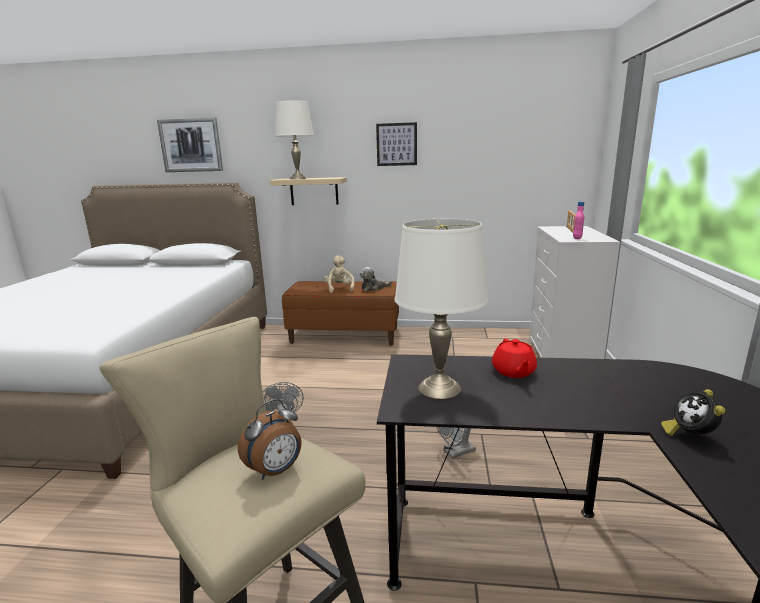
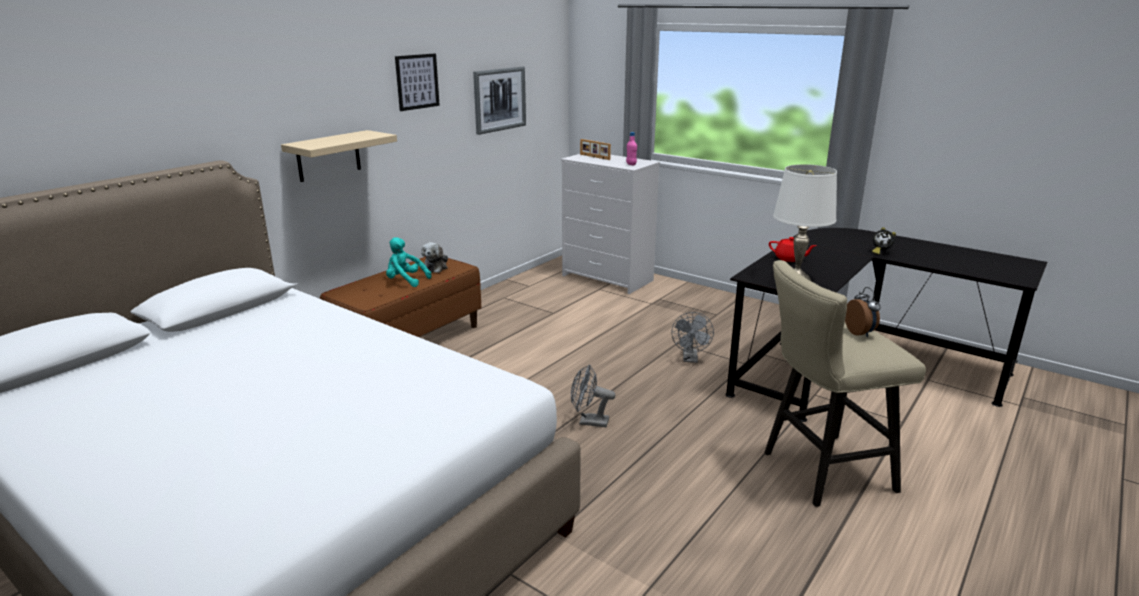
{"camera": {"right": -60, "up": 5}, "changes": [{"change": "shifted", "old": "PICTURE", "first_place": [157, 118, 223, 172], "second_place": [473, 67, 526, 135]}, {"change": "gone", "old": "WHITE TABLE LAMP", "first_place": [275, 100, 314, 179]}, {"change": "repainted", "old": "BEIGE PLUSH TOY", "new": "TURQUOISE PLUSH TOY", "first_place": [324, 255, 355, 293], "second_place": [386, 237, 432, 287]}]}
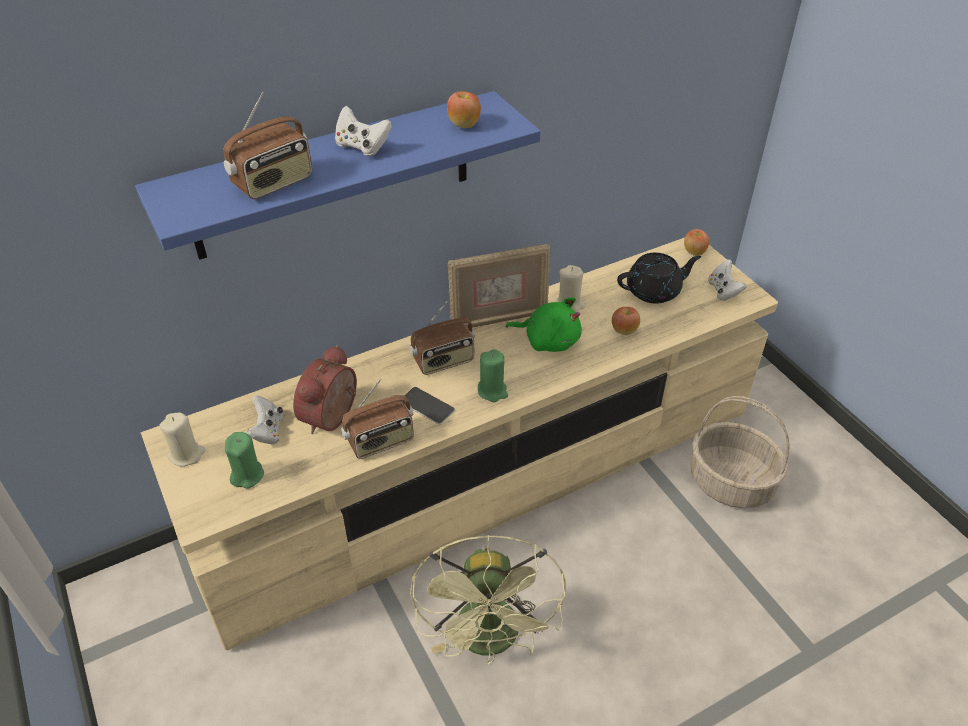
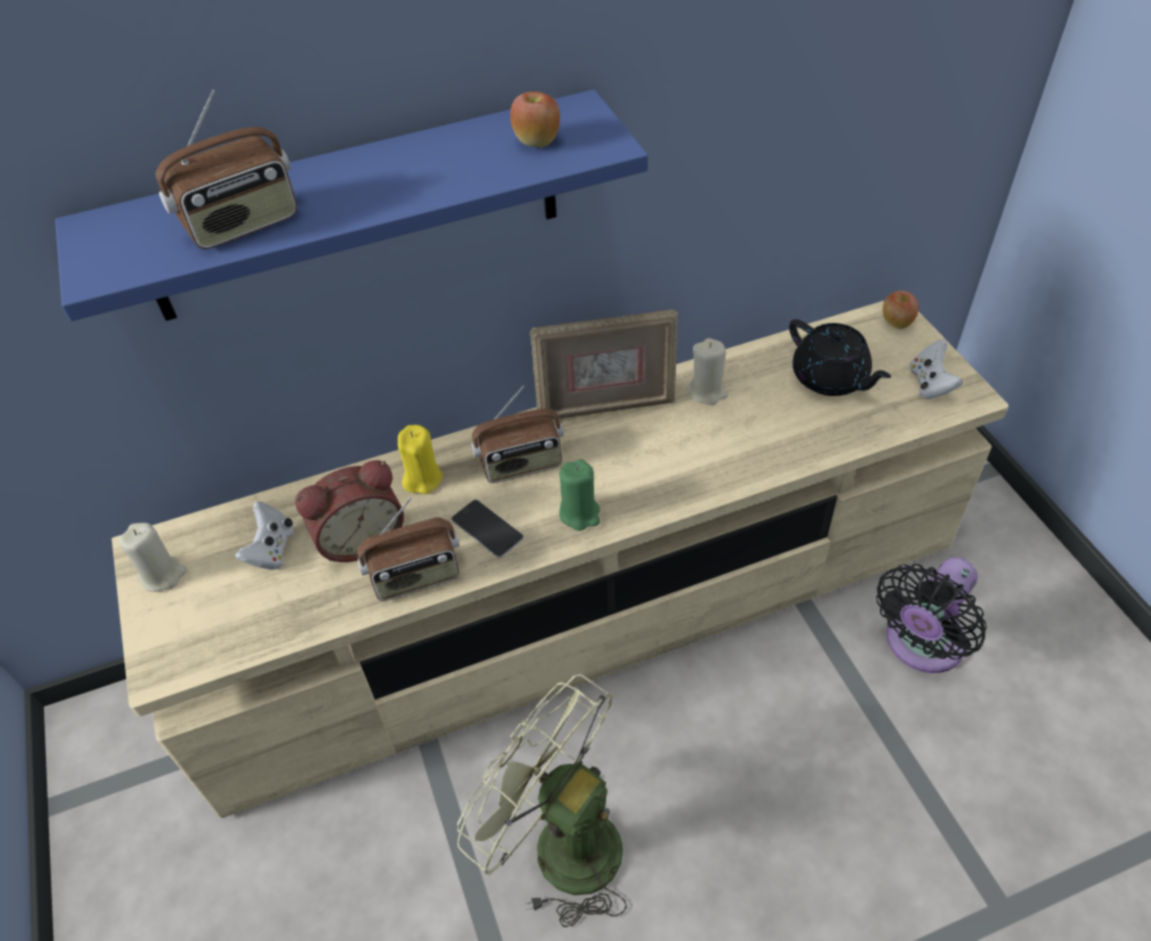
{"camera": {"right": 10, "up": 5}, "changes": [{"change": "gone", "old": "GREEN CANDLE", "first_place": [225, 432, 264, 489]}, {"change": "rotated", "old": "ALARM CLOCK", "first_place": [293, 345, 357, 434], "second_place": [295, 460, 404, 562], "degrees": -150}, {"change": "gone", "old": "WHITE GAME CONTROLLER", "first_place": [335, 106, 392, 156]}, {"change": "rotated", "old": "GREEN FAN", "first_place": [410, 535, 566, 664], "second_place": [457, 674, 627, 927], "degrees": 120}, {"change": "gone", "old": "GREEN PLUSH TOY", "first_place": [506, 297, 582, 352]}, {"change": "gone", "old": "APPLE", "first_place": [612, 307, 640, 335]}, {"change": "rotated", "old": "BLACK TEAPOT", "first_place": [617, 253, 701, 304], "second_place": [789, 319, 891, 396], "degrees": 60}, {"change": "swapped", "old": "BASKET", "new": "BLACK FAN", "first_place": [690, 396, 790, 508], "second_place": [876, 557, 987, 673]}, {"change": "new", "new": "YELLOW CANDLE", "second_place": [398, 425, 443, 494]}]}
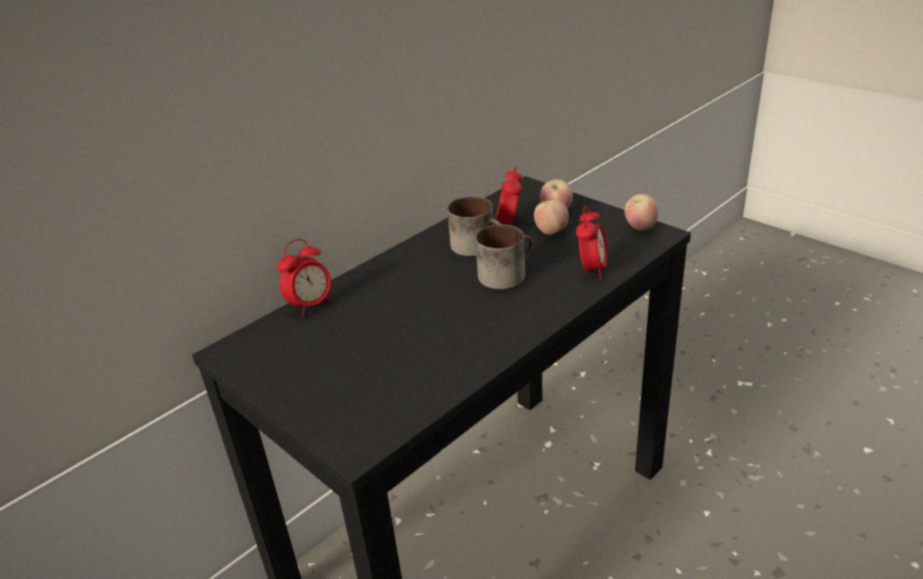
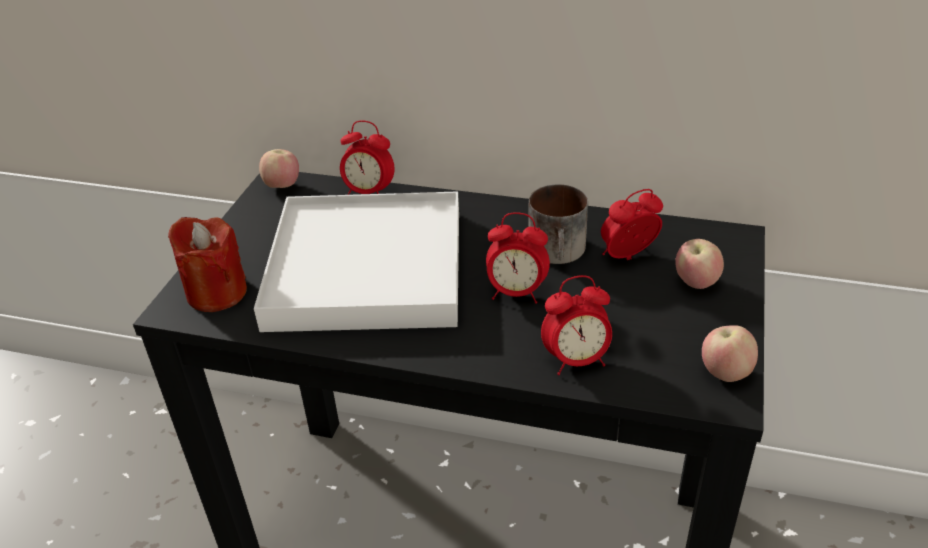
{"camera": {"right": 60, "up": 5}, "changes": [{"change": "swapped", "old": "MUG", "new": "ALARM CLOCK", "first_place": [476, 224, 533, 289], "second_place": [486, 212, 550, 304]}, {"change": "shifted", "old": "APPLE", "first_place": [534, 200, 569, 235], "second_place": [259, 149, 299, 188]}, {"change": "new", "new": "RED CANDLE", "second_place": [168, 217, 247, 312]}, {"change": "new", "new": "WHITE TRAY", "second_place": [254, 191, 459, 332]}]}
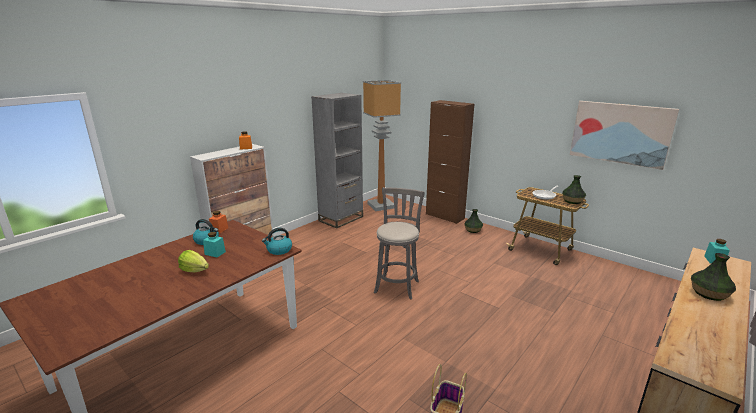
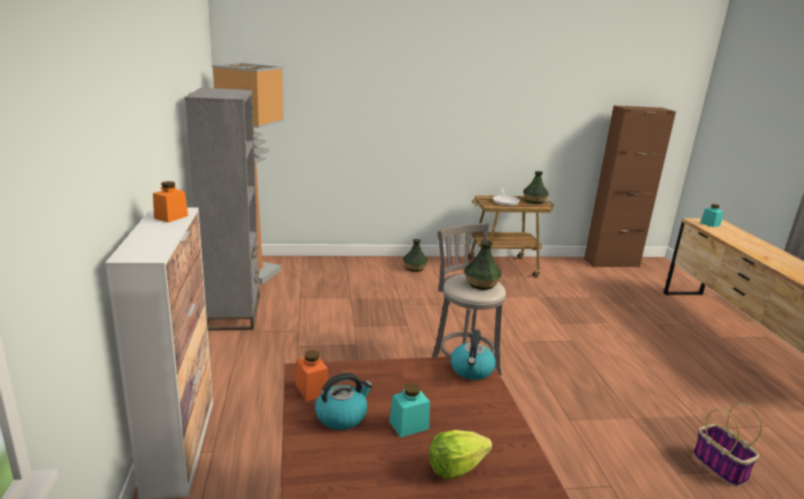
{"camera": {"right": -50, "up": 0}, "changes": [{"change": "shifted", "old": "BROWN CABINET", "first_place": [426, 100, 474, 224], "second_place": [584, 105, 676, 268]}, {"change": "gone", "old": "PICTURE", "first_place": [570, 101, 679, 170]}, {"change": "shifted", "old": "VASE", "first_place": [691, 253, 736, 301], "second_place": [464, 241, 502, 290]}]}
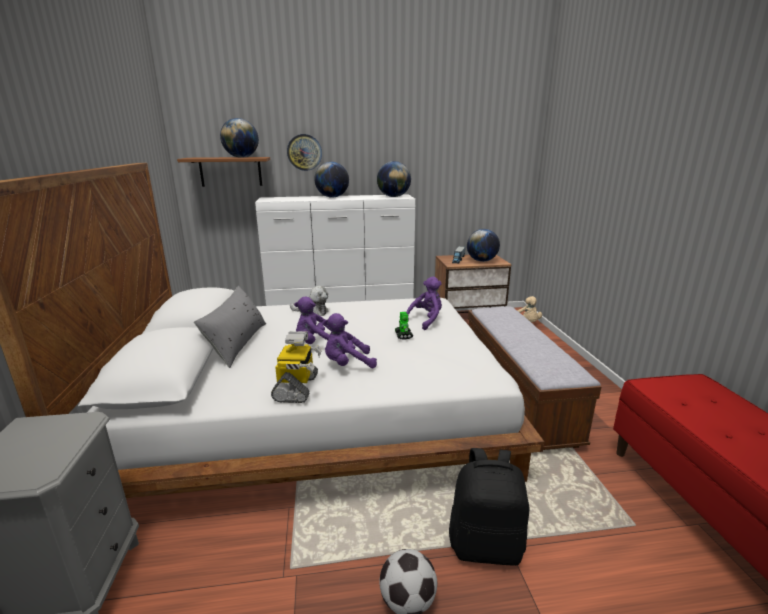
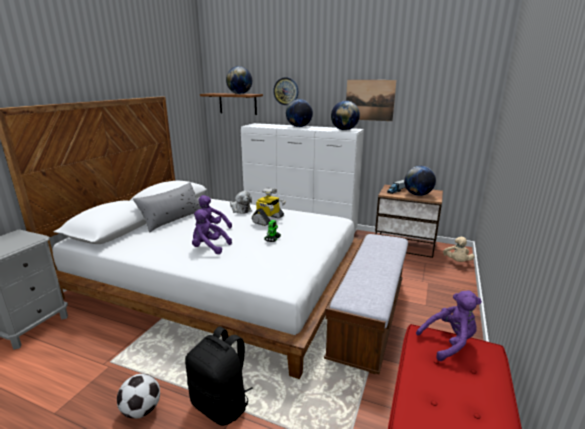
{"camera": {"right": 30, "up": 0}, "changes": [{"change": "shifted", "old": "TOY ROBOT", "first_place": [271, 331, 322, 403], "second_place": [251, 187, 286, 226]}, {"change": "shifted", "old": "PURPLE PLUSH TOY", "first_place": [406, 277, 442, 330], "second_place": [416, 290, 482, 361]}, {"change": "new", "new": "PICTURE", "second_place": [346, 80, 396, 121]}]}
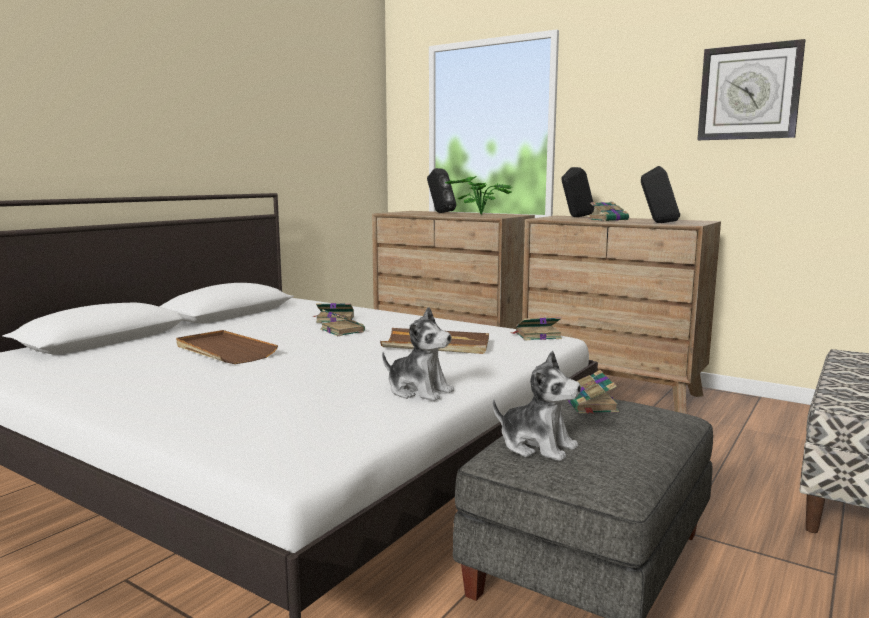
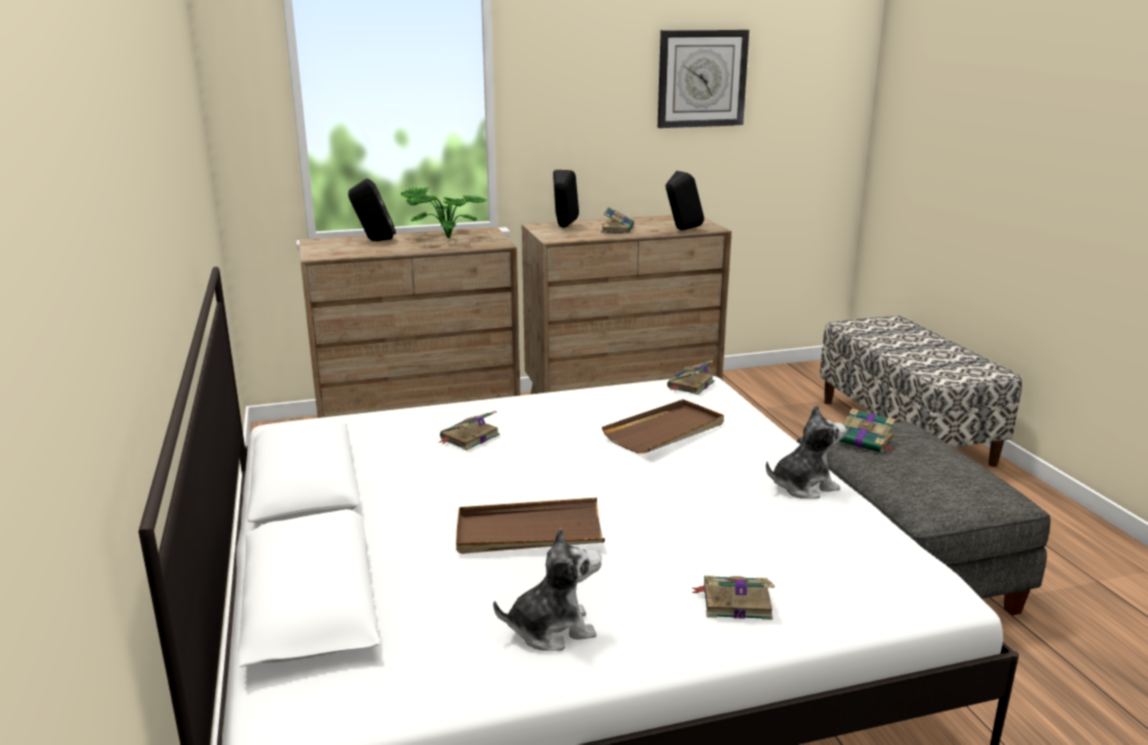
{"camera": {"right": -50, "up": 10}, "changes": [{"change": "shifted", "old": "BOOK", "first_place": [320, 309, 365, 336], "second_place": [692, 575, 775, 620]}, {"change": "shifted", "old": "PLUSH TOY", "first_place": [493, 351, 581, 461], "second_place": [493, 527, 601, 651]}]}
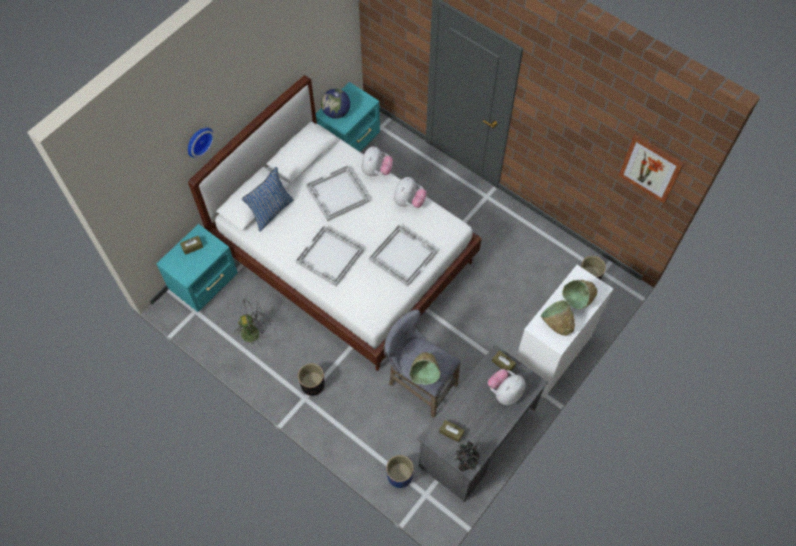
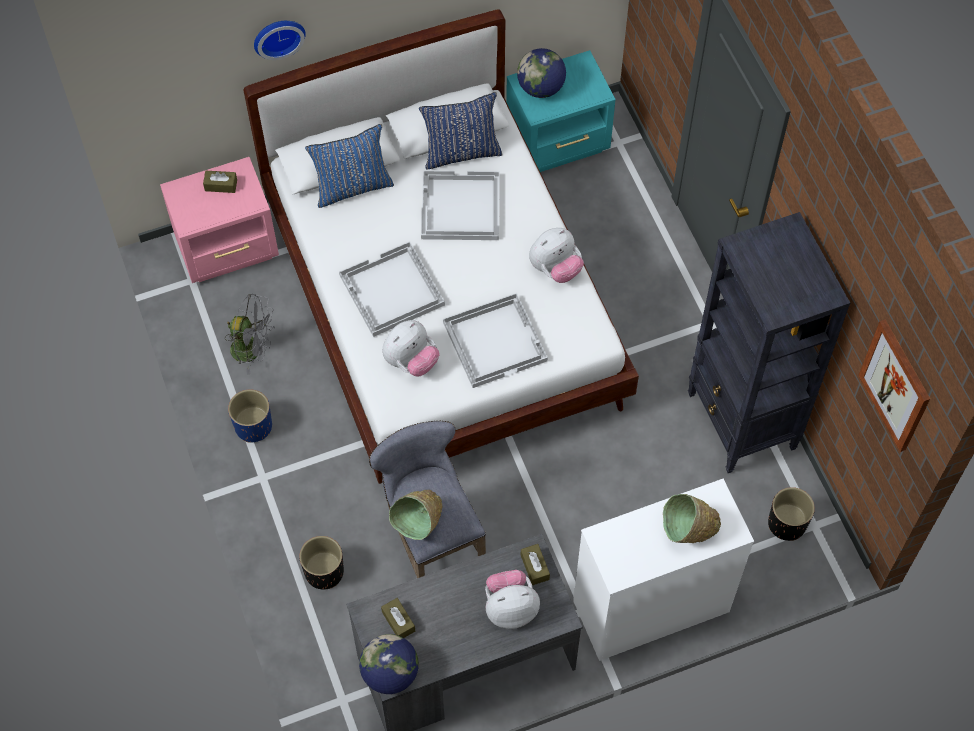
{"camera": {"right": 30, "up": 0}, "changes": [{"change": "repainted", "old": "TURQUOISE NIGHTSTAND", "new": "PINK NIGHTSTAND", "first_place": [156, 224, 238, 312], "second_place": [160, 157, 279, 283]}, {"change": "shifted", "old": "BLACK PLANTER", "first_place": [298, 363, 325, 396], "second_place": [299, 536, 344, 589]}, {"change": "shifted", "old": "PLUSH TOY", "first_place": [362, 146, 393, 176], "second_place": [382, 320, 440, 377]}, {"change": "shifted", "old": "BLUE PLANTER", "first_place": [386, 455, 414, 488], "second_place": [228, 389, 272, 443]}, {"change": "swapped", "old": "POTTED PLANT", "new": "GLOBE", "first_place": [455, 440, 480, 471], "second_place": [359, 634, 419, 694]}, {"change": "gone", "old": "GREEN BOWL", "first_place": [541, 300, 575, 336]}, {"change": "new", "new": "BLUE PILLOW", "second_place": [419, 92, 503, 169]}, {"change": "new", "new": "BLACK BOOKCASE", "second_place": [688, 212, 850, 473]}]}
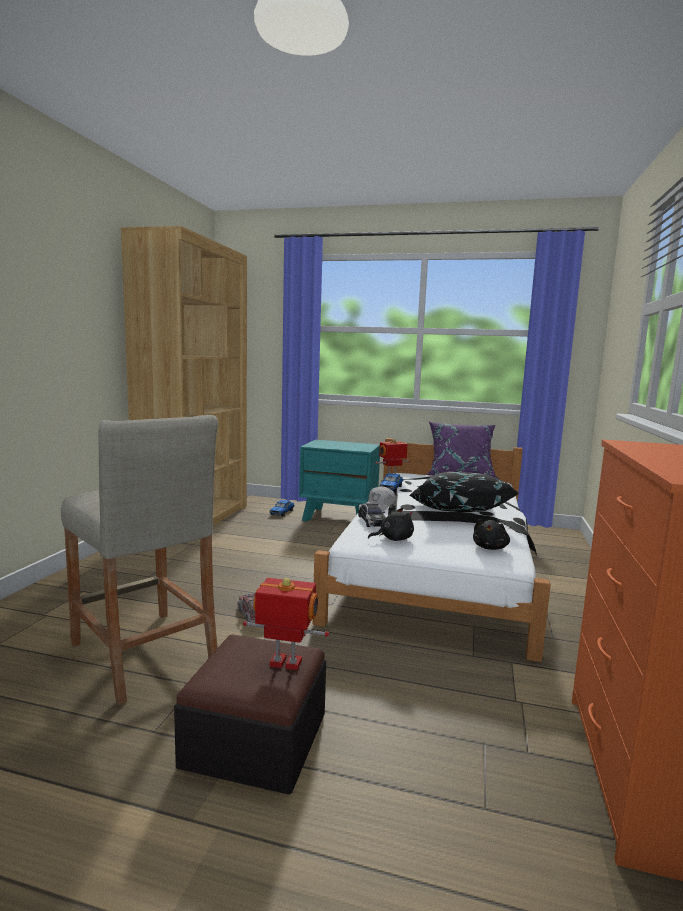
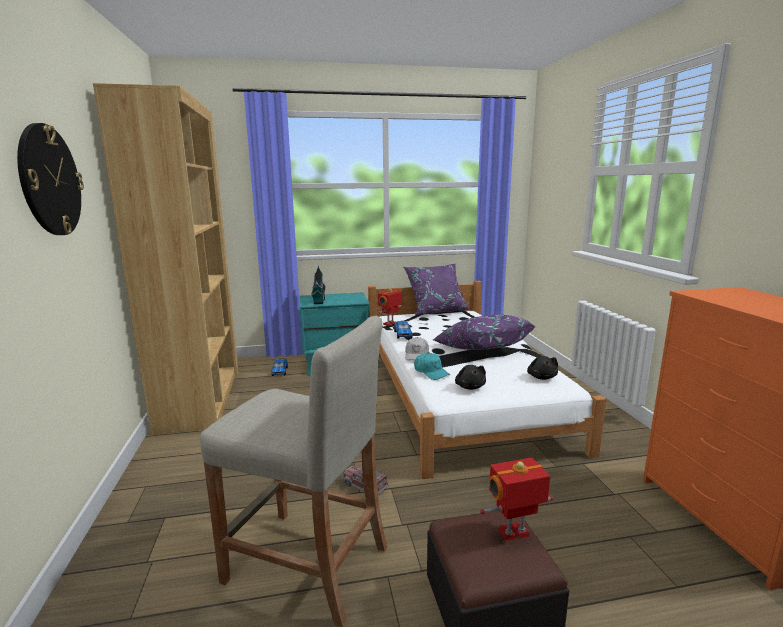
{"camera": {"right": -25, "up": 5}, "changes": [{"change": "swapped", "old": "TOY CAR", "new": "TURQUOISE CAP", "first_place": [358, 503, 386, 527], "second_place": [414, 353, 450, 380]}, {"change": "rotated", "old": "BLACK PLUSH TOY", "first_place": [368, 508, 414, 541], "second_place": [455, 365, 486, 390], "degrees": 120}, {"change": "repainted", "old": "BLACK PILLOW", "new": "PURPLE PILLOW", "first_place": [410, 472, 519, 512], "second_place": [433, 315, 535, 350]}, {"change": "new", "new": "WALL CLOCK", "second_place": [17, 123, 84, 235]}, {"change": "new", "new": "TOY HOUSE", "second_place": [311, 266, 326, 304]}]}
